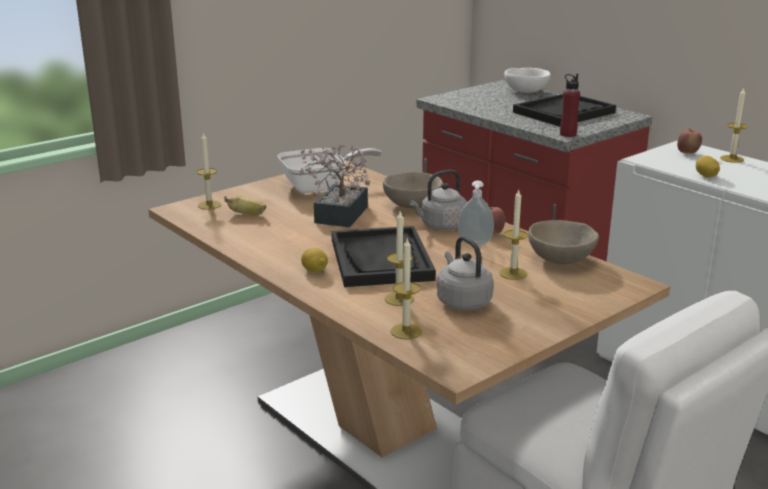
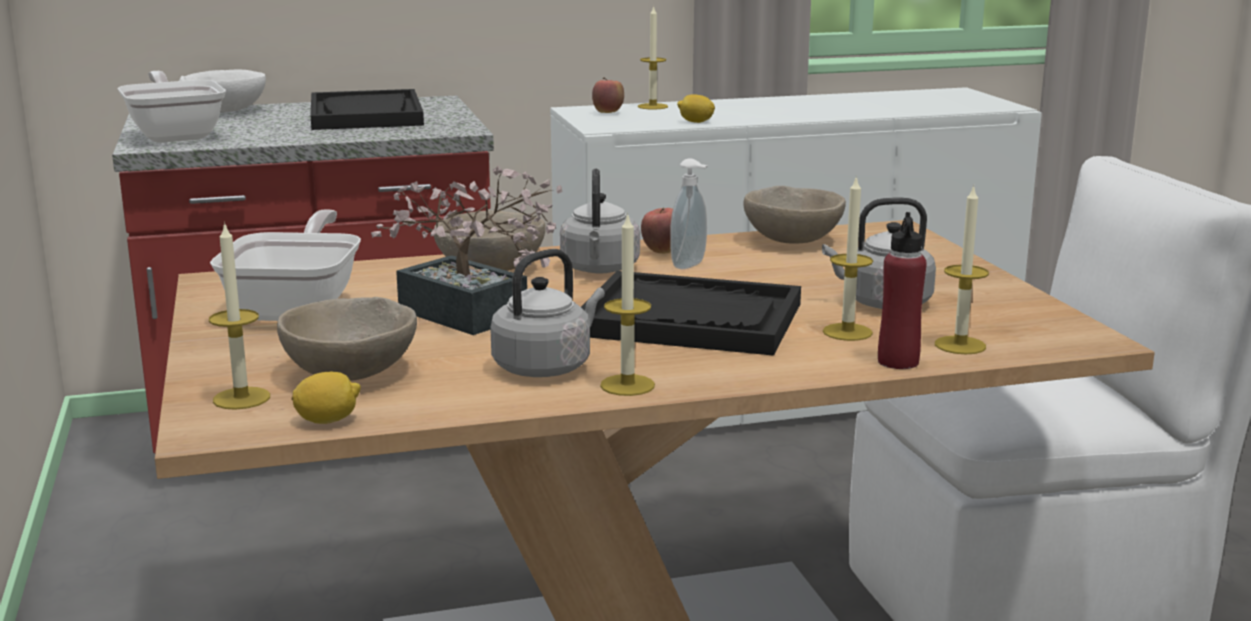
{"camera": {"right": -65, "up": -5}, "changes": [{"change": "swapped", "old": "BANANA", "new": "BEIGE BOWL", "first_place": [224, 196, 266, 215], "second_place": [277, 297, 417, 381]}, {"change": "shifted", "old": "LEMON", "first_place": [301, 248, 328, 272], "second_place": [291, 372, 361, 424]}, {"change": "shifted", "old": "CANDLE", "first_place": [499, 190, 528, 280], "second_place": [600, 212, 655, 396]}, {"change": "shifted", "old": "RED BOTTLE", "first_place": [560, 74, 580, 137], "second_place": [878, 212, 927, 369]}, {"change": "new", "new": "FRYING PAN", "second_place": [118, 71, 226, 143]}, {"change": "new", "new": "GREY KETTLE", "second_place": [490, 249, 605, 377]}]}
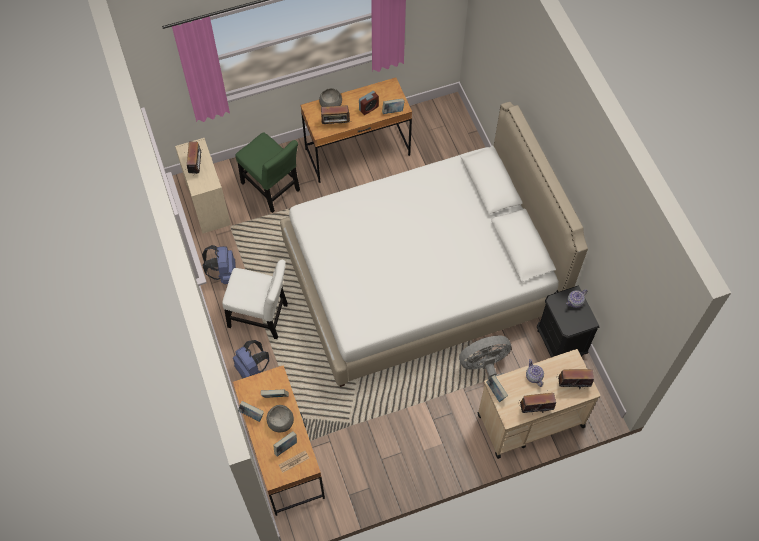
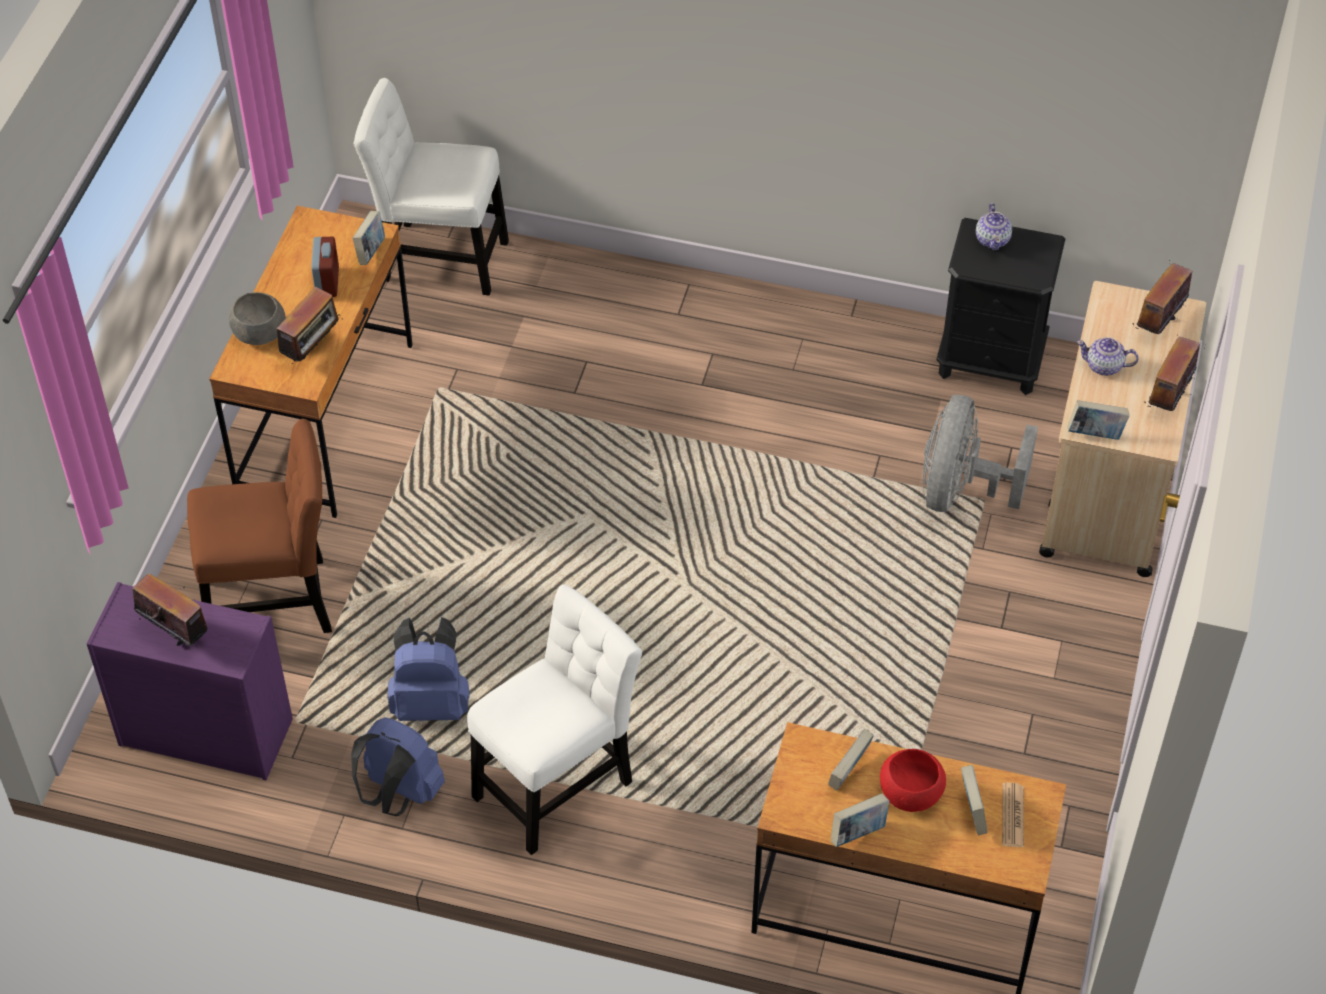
{"camera": {"right": -55, "up": -10}, "changes": [{"change": "repainted", "old": "BEIGE DRESSER", "new": "PURPLE DRESSER", "first_place": [175, 138, 231, 234], "second_place": [87, 582, 293, 780]}, {"change": "shifted", "old": "BLUE BACKPACK", "first_place": [233, 340, 269, 378], "second_place": [387, 617, 470, 721]}, {"change": "repainted", "old": "GREEN CHAIR", "new": "BROWN CHAIR", "first_place": [236, 132, 300, 213], "second_place": [187, 419, 332, 633]}, {"change": "repainted", "old": "GREY BOWL", "new": "RED BOWL", "first_place": [267, 405, 294, 432], "second_place": [880, 749, 946, 812]}, {"change": "gone", "old": "WHITE BED", "first_place": [280, 102, 588, 387]}, {"change": "new", "new": "WHITE CHAIR", "second_place": [354, 78, 509, 296]}]}
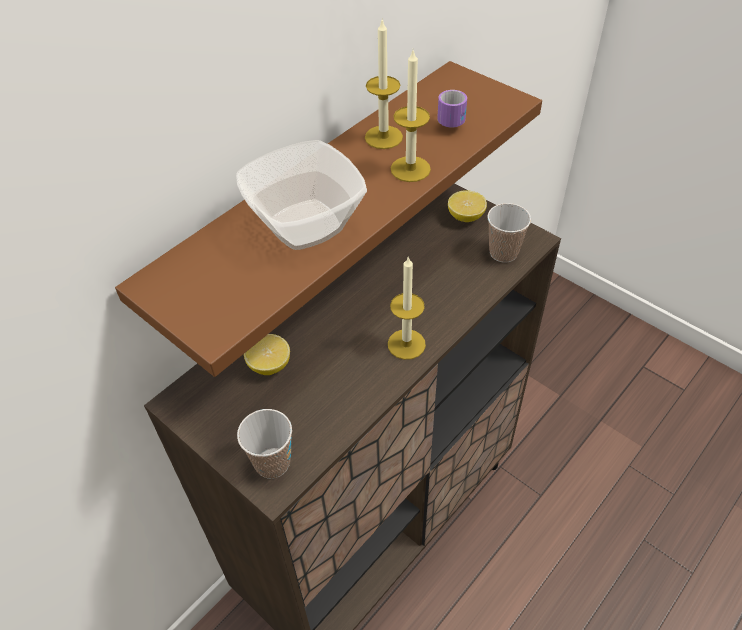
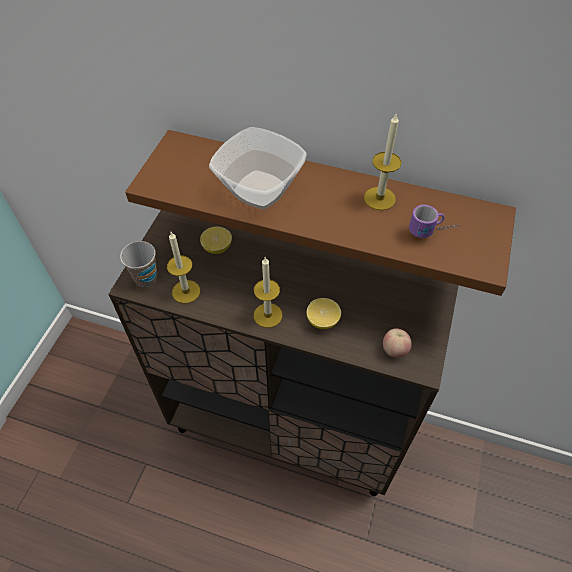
{"camera": {"right": 65, "up": 5}, "changes": [{"change": "shifted", "old": "CANDLE", "first_place": [391, 50, 431, 182], "second_place": [167, 232, 200, 304]}, {"change": "shifted", "old": "LEMON", "first_place": [448, 190, 487, 222], "second_place": [306, 298, 341, 329]}, {"change": "swapped", "old": "CUP", "new": "APPLE", "first_place": [487, 203, 531, 263], "second_place": [383, 328, 412, 358]}]}
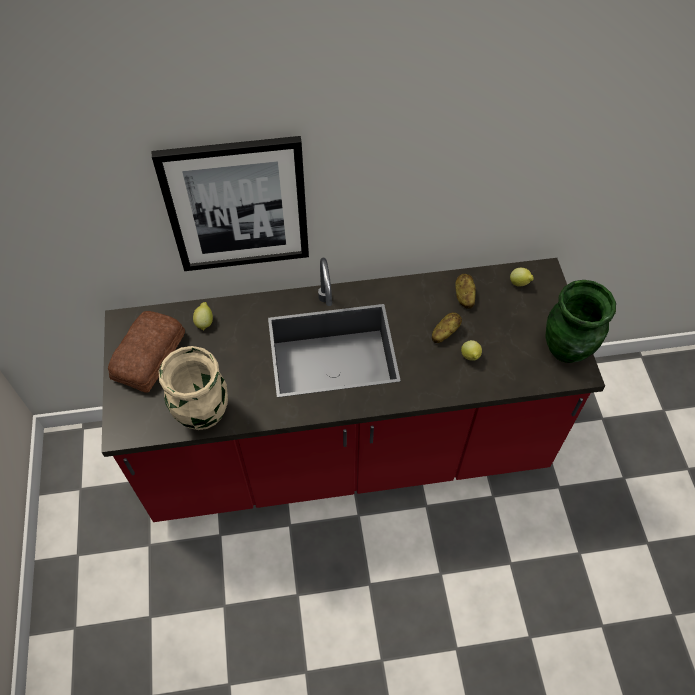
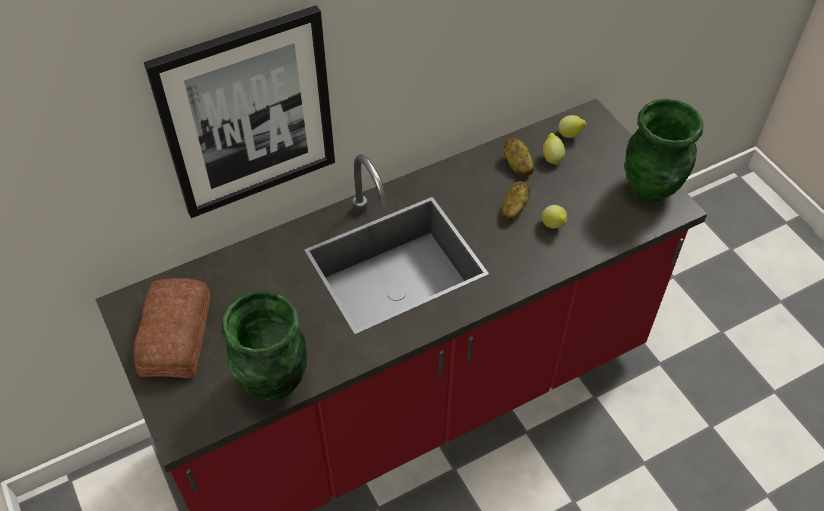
{"camera": {"right": -20, "up": -5}, "changes": [{"change": "repainted", "old": "BEIGE VASE", "new": "GREEN VASE", "first_place": [159, 346, 228, 430], "second_place": [222, 290, 307, 400]}, {"change": "shifted", "old": "LEMON", "first_place": [193, 302, 213, 331], "second_place": [543, 133, 565, 165]}]}
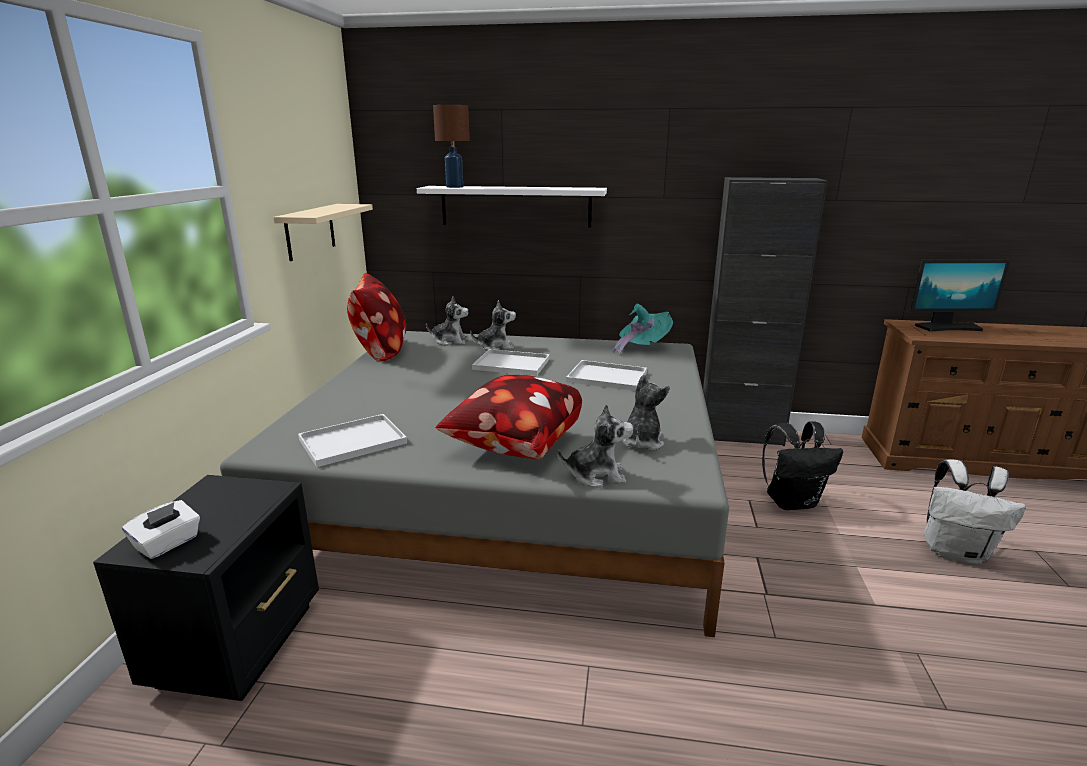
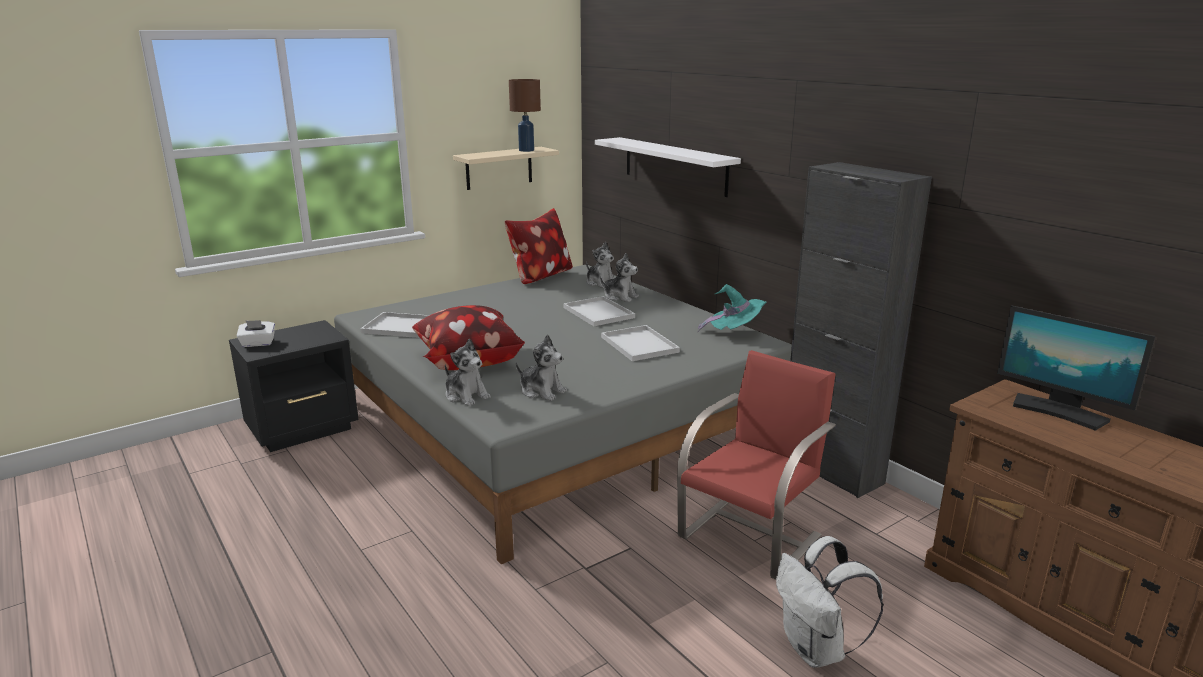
{"camera": {"right": 45, "up": 0}, "changes": [{"change": "shifted", "old": "BROWN TABLE LAMP", "first_place": [433, 105, 470, 188], "second_place": [509, 79, 541, 152]}, {"change": "rotated", "old": "PLUSH TOY", "first_place": [621, 375, 670, 451], "second_place": [516, 334, 567, 401], "degrees": 60}, {"change": "swapped", "old": "BLACK BACKPACK", "new": "RED CHAIR", "first_place": [762, 421, 843, 510], "second_place": [677, 350, 836, 580]}]}
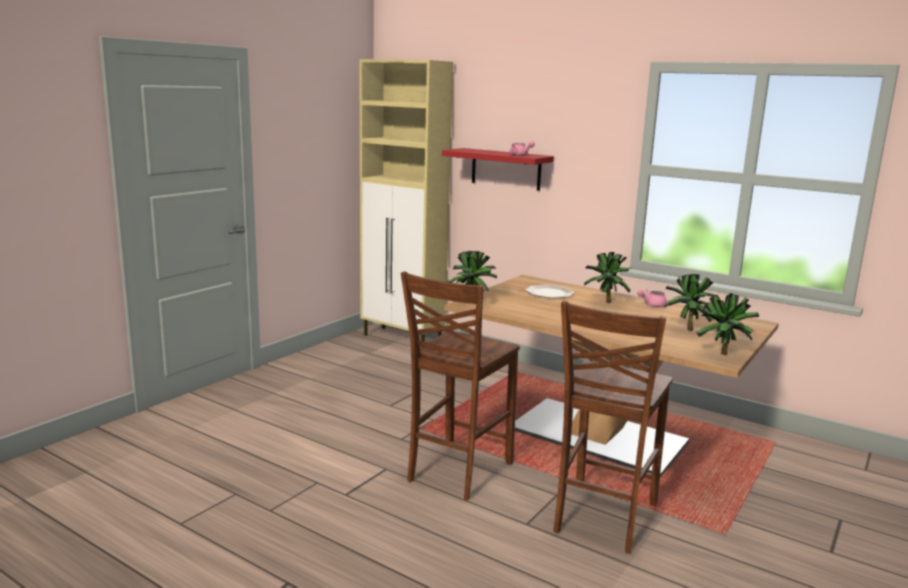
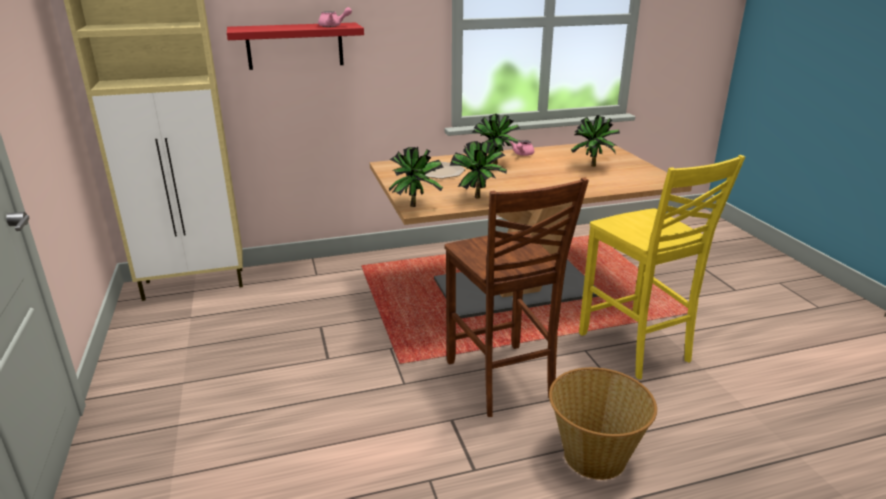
{"camera": {"right": -50, "up": 10}, "changes": [{"change": "repainted", "old": "BROWN CHAIR", "new": "YELLOW CHAIR", "first_place": [553, 301, 673, 554], "second_place": [579, 155, 745, 379]}, {"change": "shifted", "old": "POTTED PLANT", "first_place": [696, 293, 759, 355], "second_place": [450, 141, 507, 199]}, {"change": "new", "new": "BASKET", "second_place": [549, 367, 657, 480]}]}
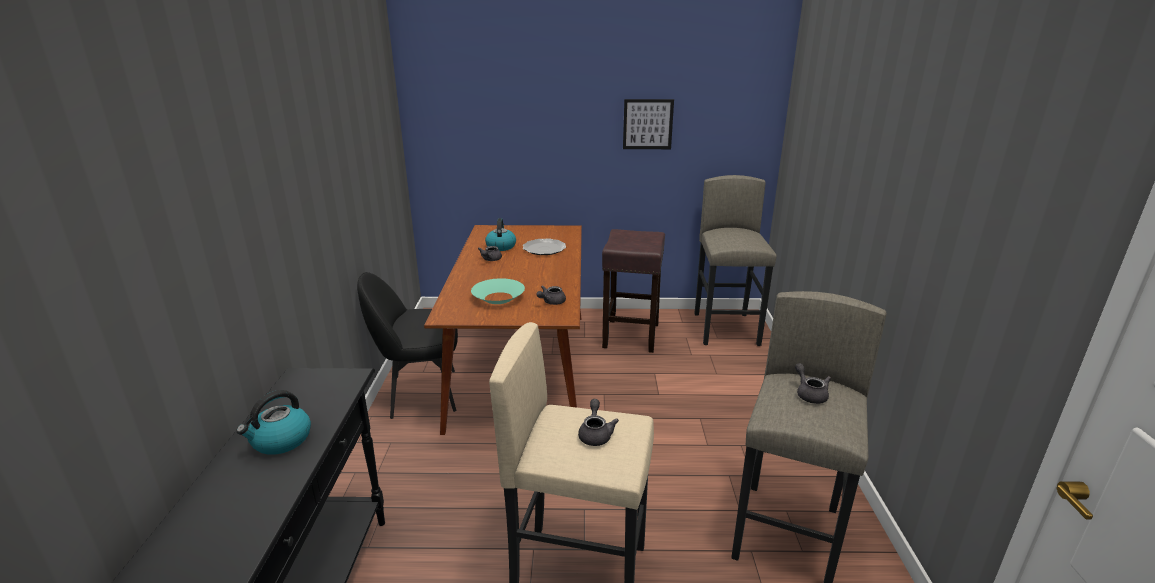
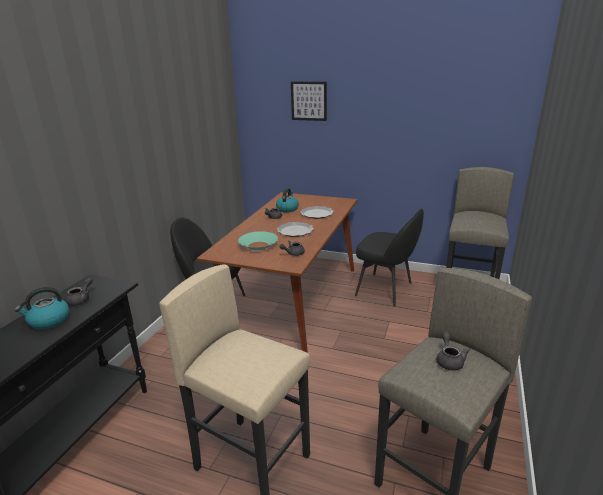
{"camera": {"right": 20, "up": 0}, "changes": [{"change": "shifted", "old": "GREY TEAPOT", "first_place": [578, 399, 619, 446], "second_place": [65, 278, 93, 306]}, {"change": "swapped", "old": "BROWN STOOL", "new": "BLACK CHAIR", "first_place": [602, 229, 665, 353], "second_place": [355, 208, 424, 306]}, {"change": "shifted", "old": "PICTURE", "first_place": [623, 99, 674, 149], "second_place": [291, 82, 327, 121]}, {"change": "new", "new": "PLATE", "second_place": [277, 222, 314, 237]}]}
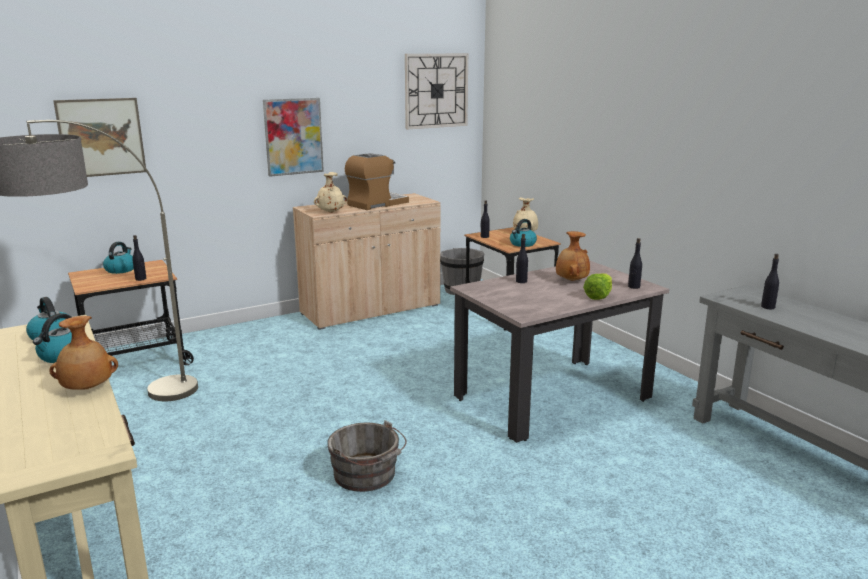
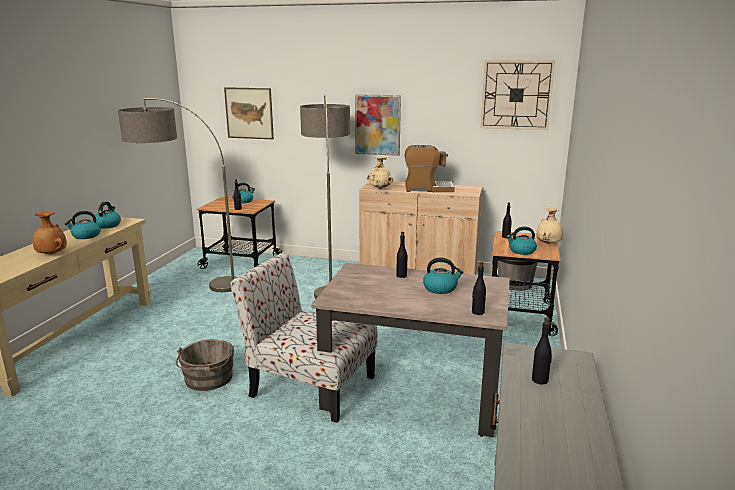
{"camera": {"right": 45, "up": 0}, "changes": [{"change": "swapped", "old": "BROWN VASE", "new": "KETTLE", "first_place": [556, 231, 590, 281], "second_place": [423, 257, 464, 294]}, {"change": "gone", "old": "LETTUCE", "first_place": [583, 274, 612, 300]}, {"change": "new", "new": "CHAIR", "second_place": [230, 252, 377, 423]}, {"change": "new", "new": "FLOOR LAMP", "second_place": [300, 95, 350, 299]}]}
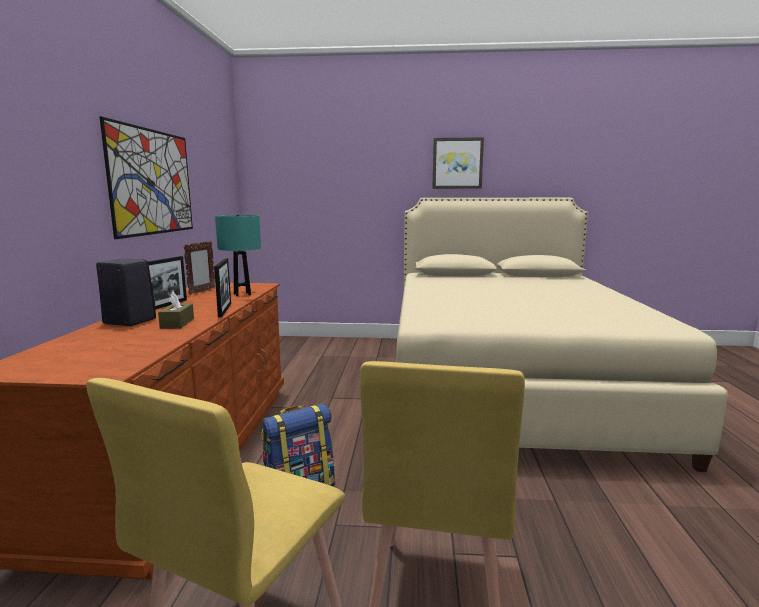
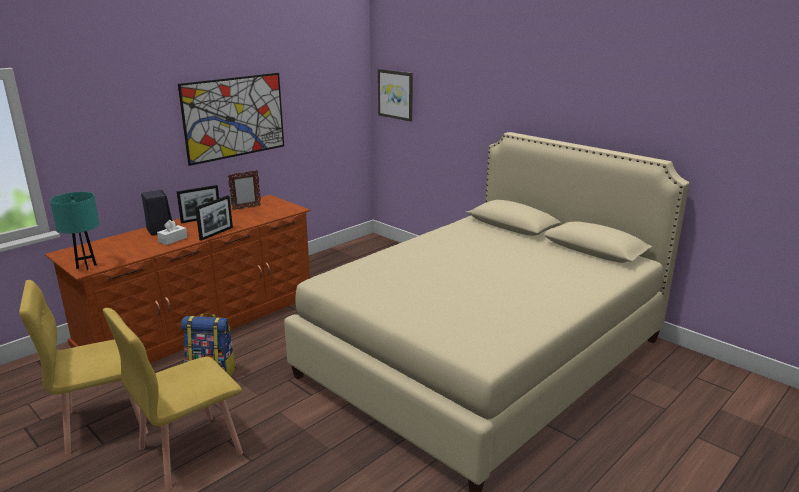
{"camera": {"right": 40, "up": 10}, "changes": [{"change": "repainted", "old": "BROWN TISSUE BOX", "new": "WHITE TISSUE BOX", "first_place": [158, 292, 194, 329], "second_place": [157, 220, 188, 245]}, {"change": "shifted", "old": "TURQUOISE TABLE LAMP", "first_place": [215, 215, 261, 297], "second_place": [50, 192, 100, 270]}, {"change": "shifted", "old": "PICTURE", "first_place": [432, 137, 484, 189], "second_place": [378, 69, 413, 122]}]}
